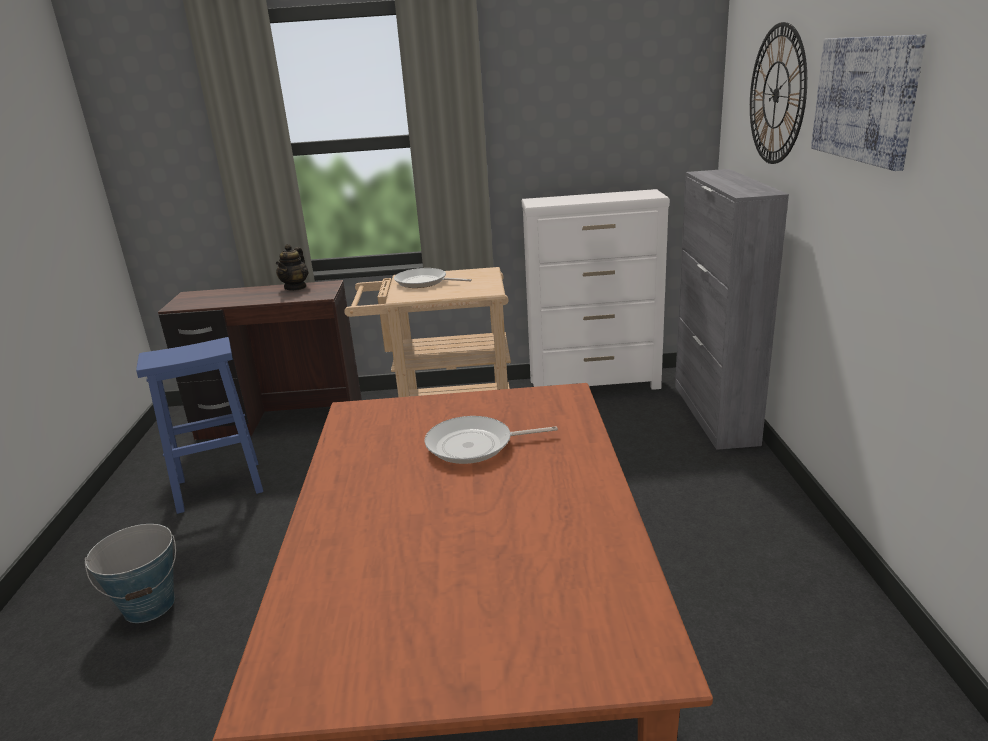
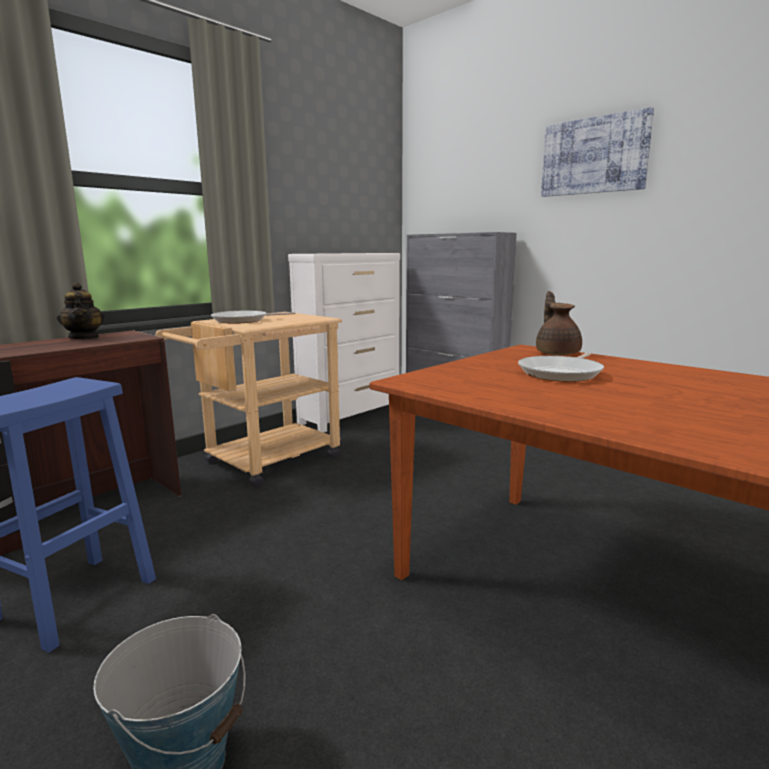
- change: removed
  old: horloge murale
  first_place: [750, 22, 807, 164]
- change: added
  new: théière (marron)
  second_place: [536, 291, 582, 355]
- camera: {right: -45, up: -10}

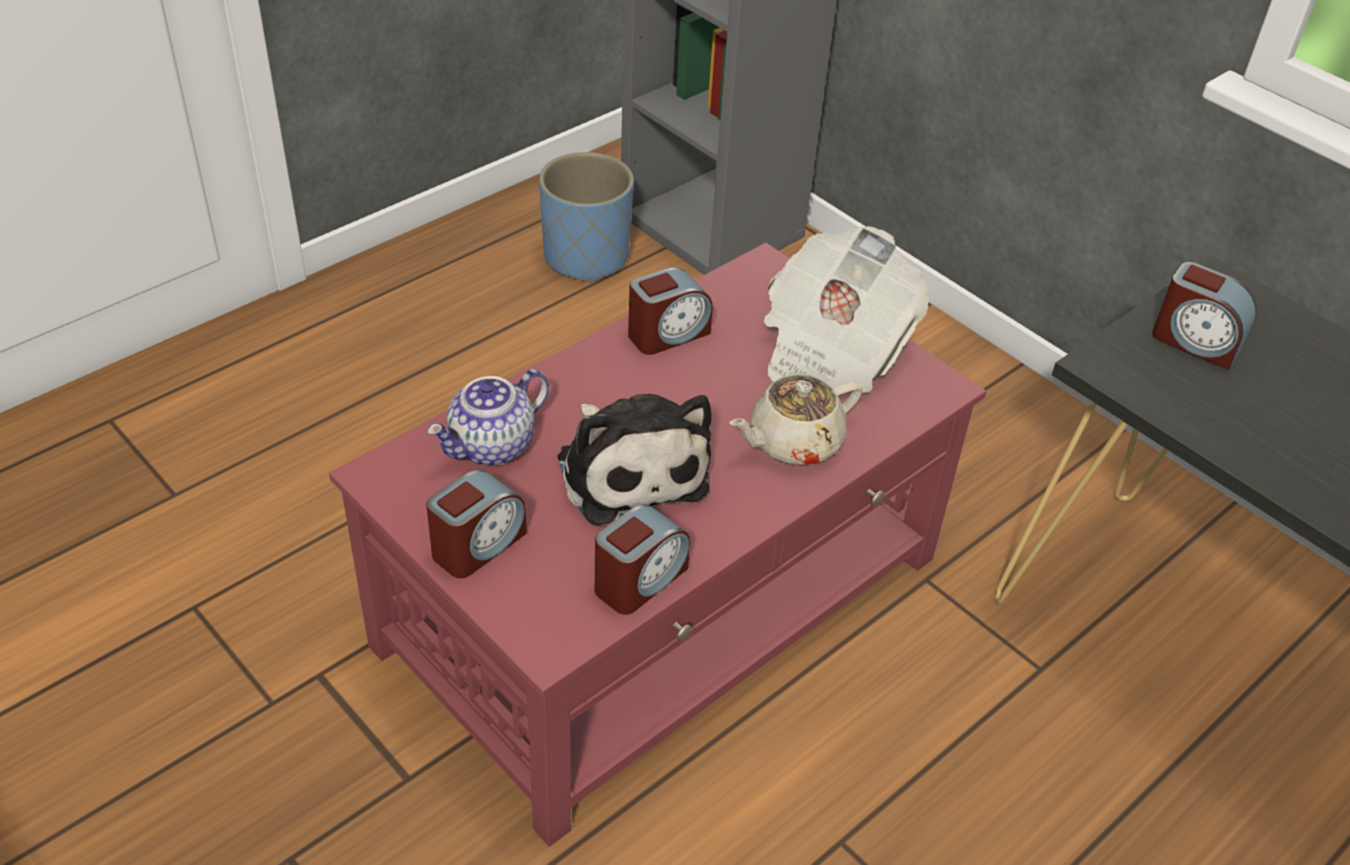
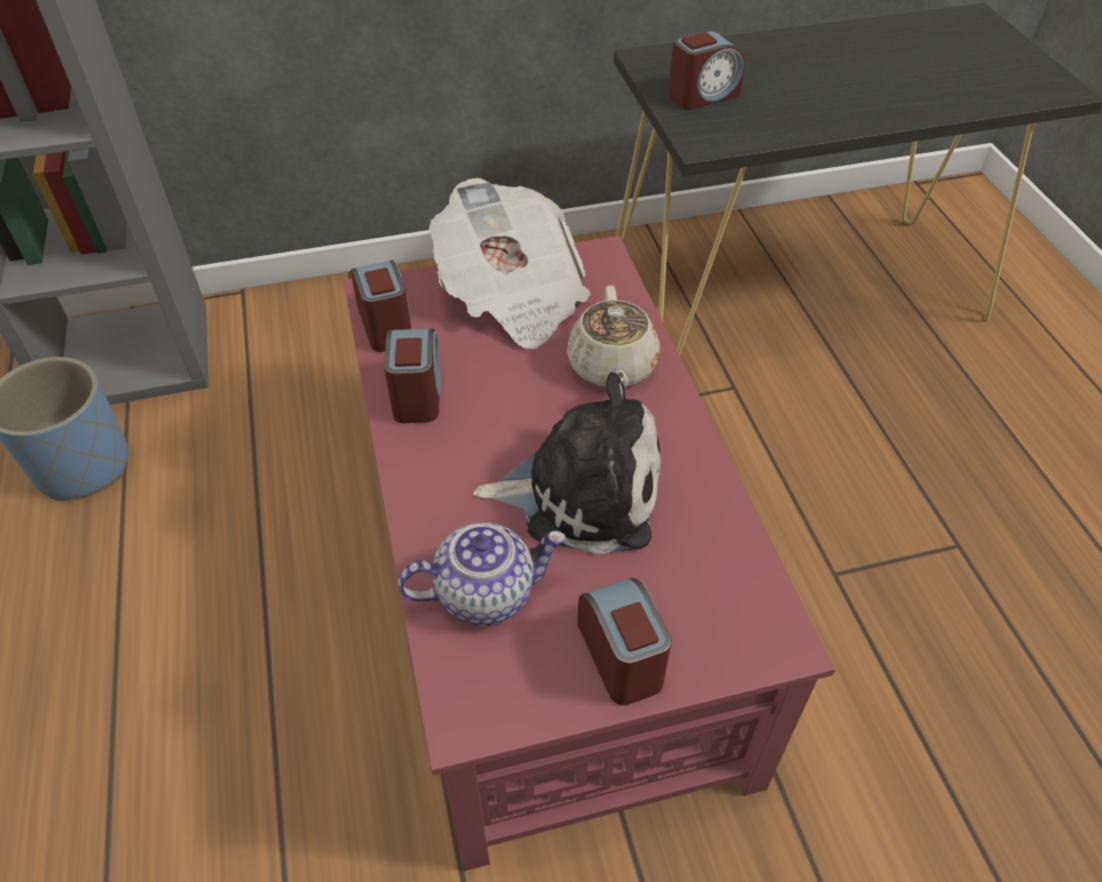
- change: turned
  old: théière
  first_place: [427, 369, 549, 465]
  second_place: [398, 523, 566, 626]
  degrees: -90
- change: moved
  old: réveil
  first_place: [595, 504, 690, 615]
  second_place: [351, 260, 411, 352]
- camera: {right: -60, up: 5}

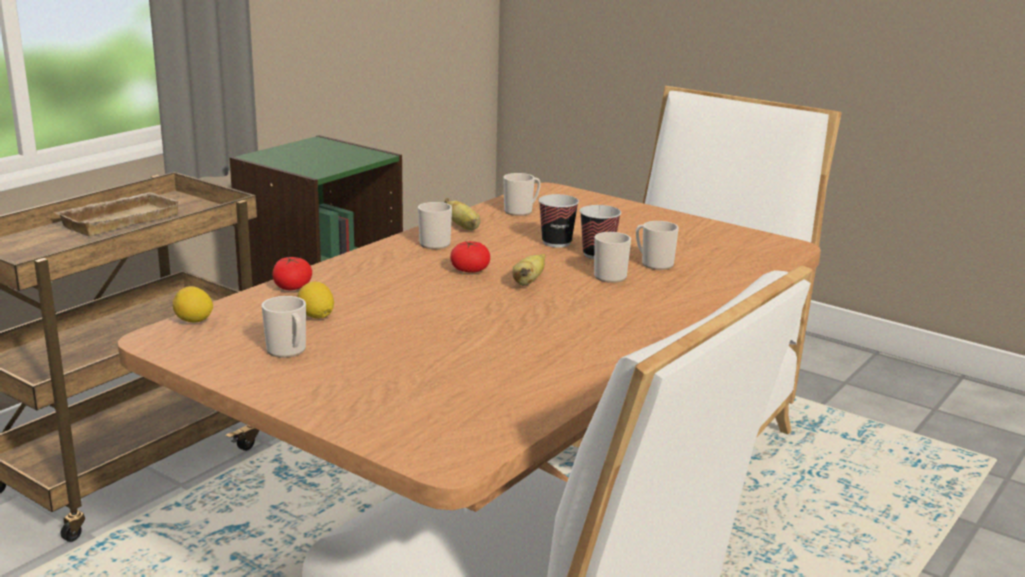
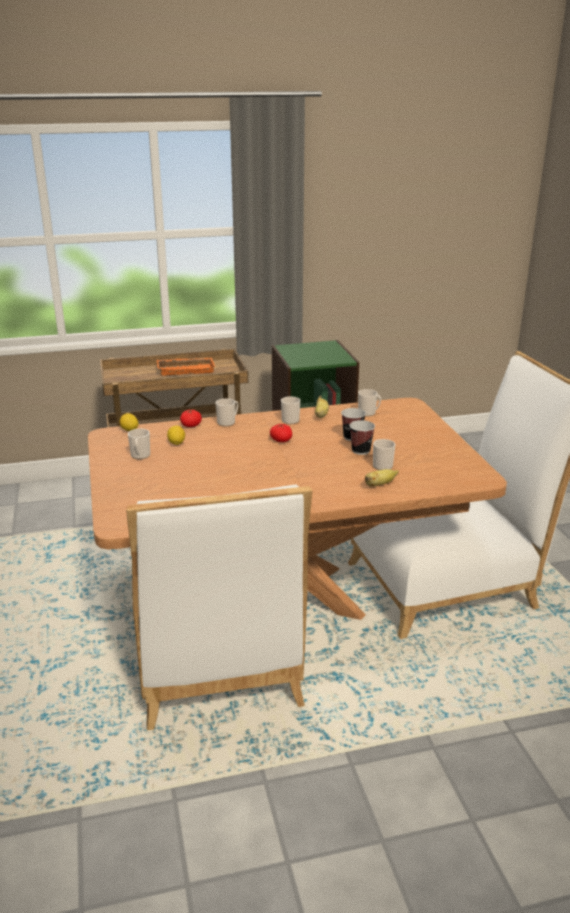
- change: recoloured
  old: plateau (beige)
  new: plateau (orange)
  first_place: [53, 192, 181, 236]
  second_place: [157, 358, 215, 376]
- change: moved
  old: banane
  first_place: [512, 254, 546, 286]
  second_place: [365, 469, 399, 486]
- change: moved
  old: mug
  first_place: [594, 232, 631, 283]
  second_place: [216, 398, 238, 427]
- camera: {right: 40, up: 5}

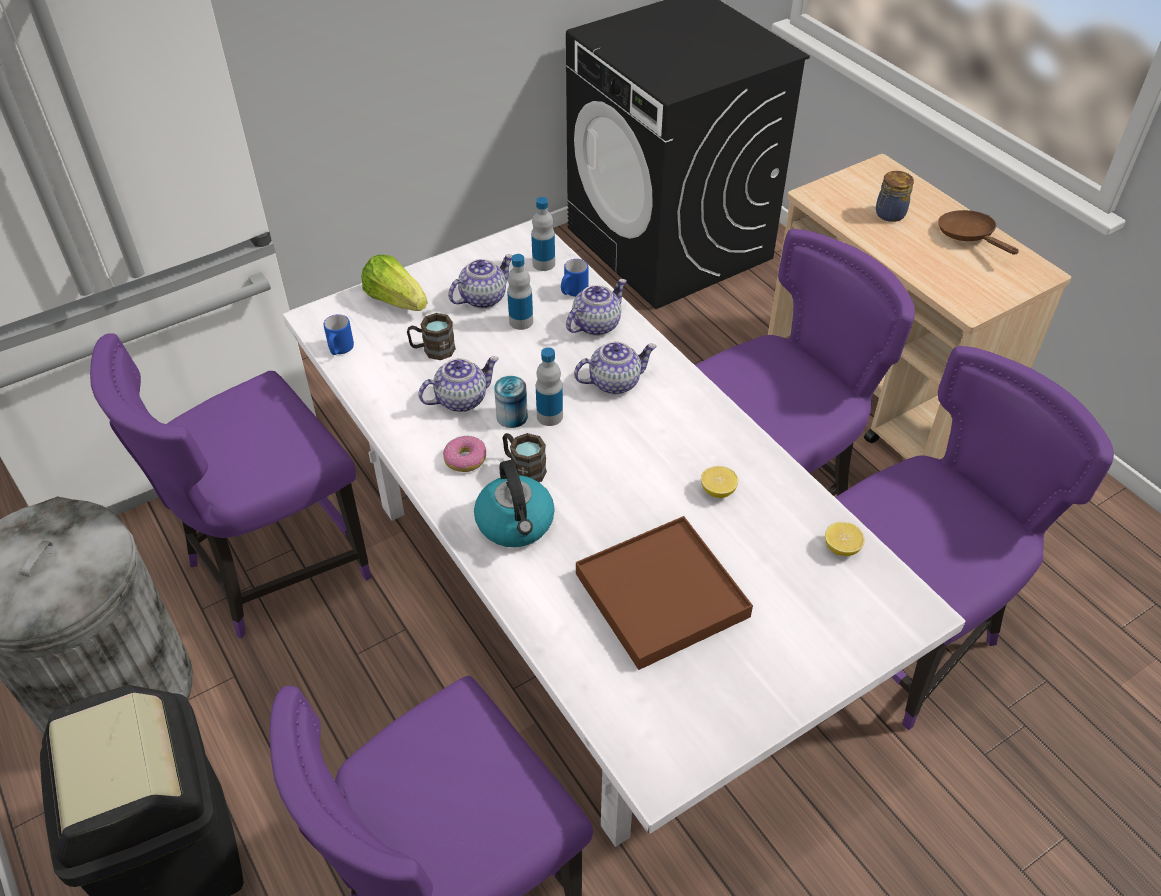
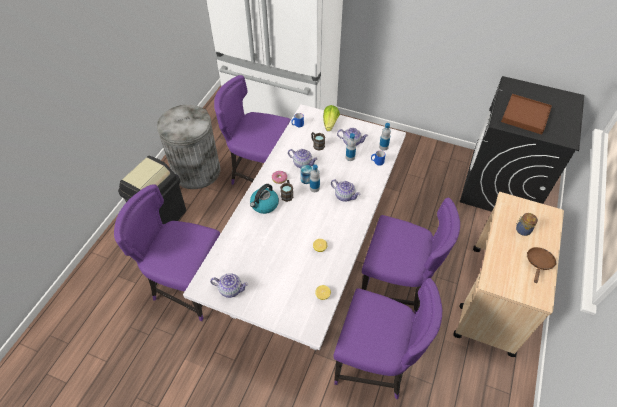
- change: moved
  old: théière
  first_place: [566, 279, 627, 336]
  second_place: [210, 273, 248, 298]
- change: moved
  old: plateau (marron)
  first_place: [576, 516, 753, 670]
  second_place: [501, 94, 552, 135]
- camera: {right: 55, up: 5}

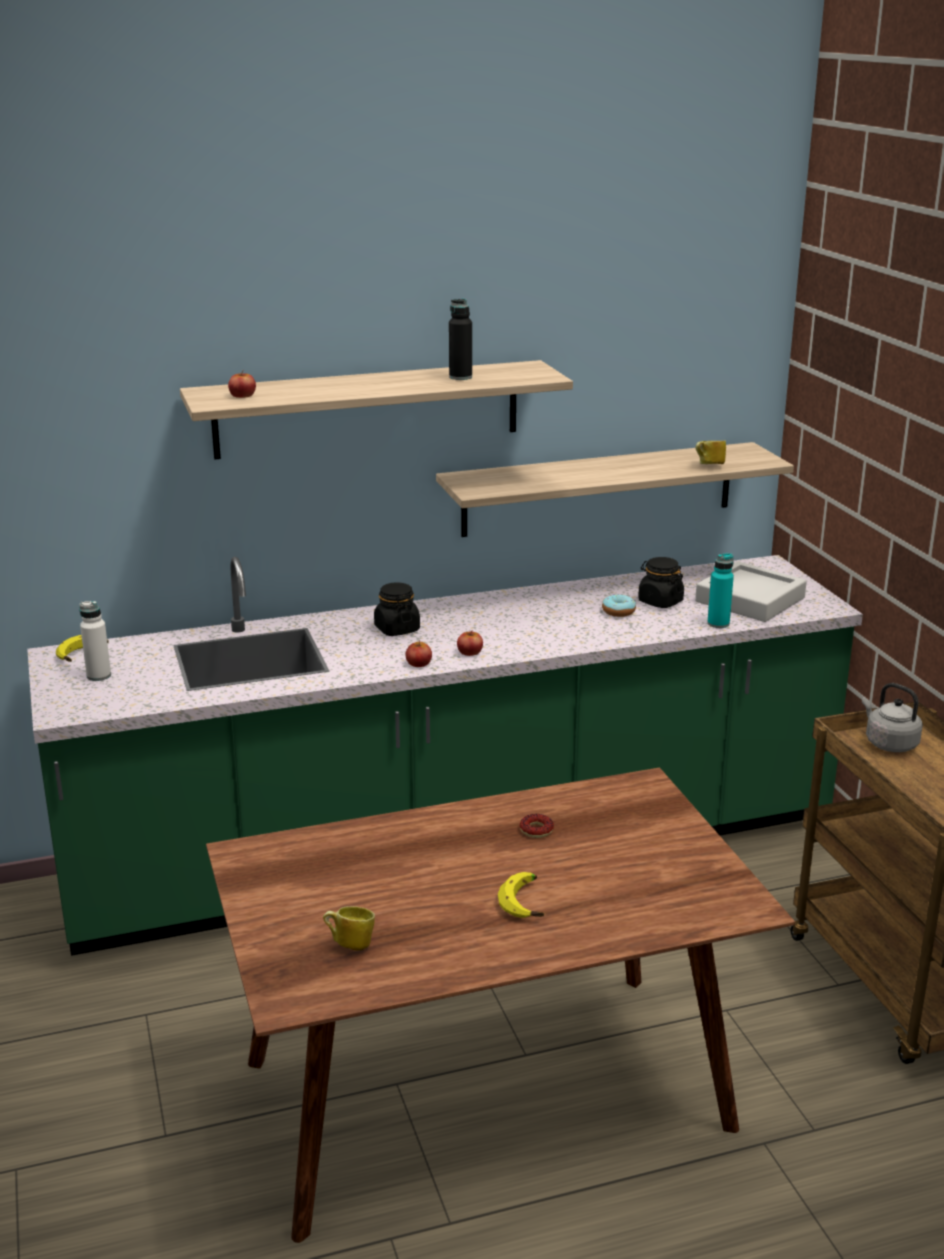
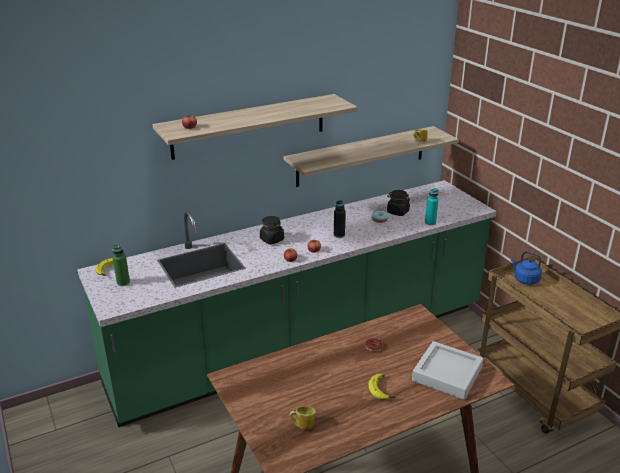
- change: recoloured
  old: bouteille (blanc)
  new: bouteille (vert)
  first_place: [79, 601, 111, 681]
  second_place: [112, 245, 130, 286]
- change: moved
  old: bouteille (noir)
  first_place: [449, 299, 472, 380]
  second_place: [334, 200, 346, 238]
- change: moved
  old: plateau (gris)
  first_place: [695, 561, 807, 622]
  second_place: [412, 341, 484, 400]
- change: recoloured
  old: bouilloire (gris)
  new: bouilloire (bleu)
  first_place: [862, 683, 923, 752]
  second_place: [511, 251, 542, 285]
- camera: {right: -10, up: 5}

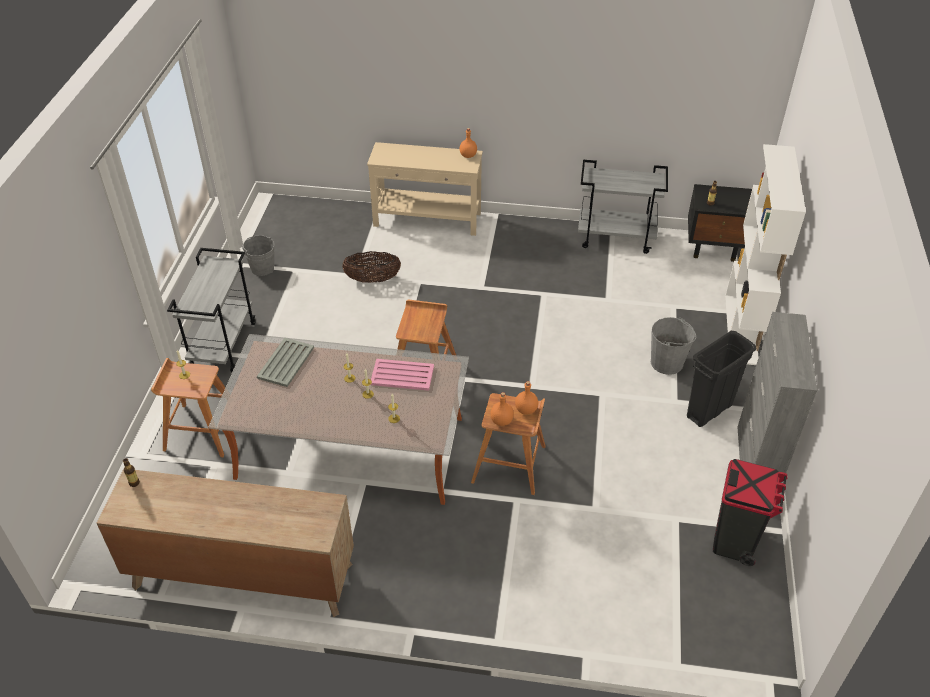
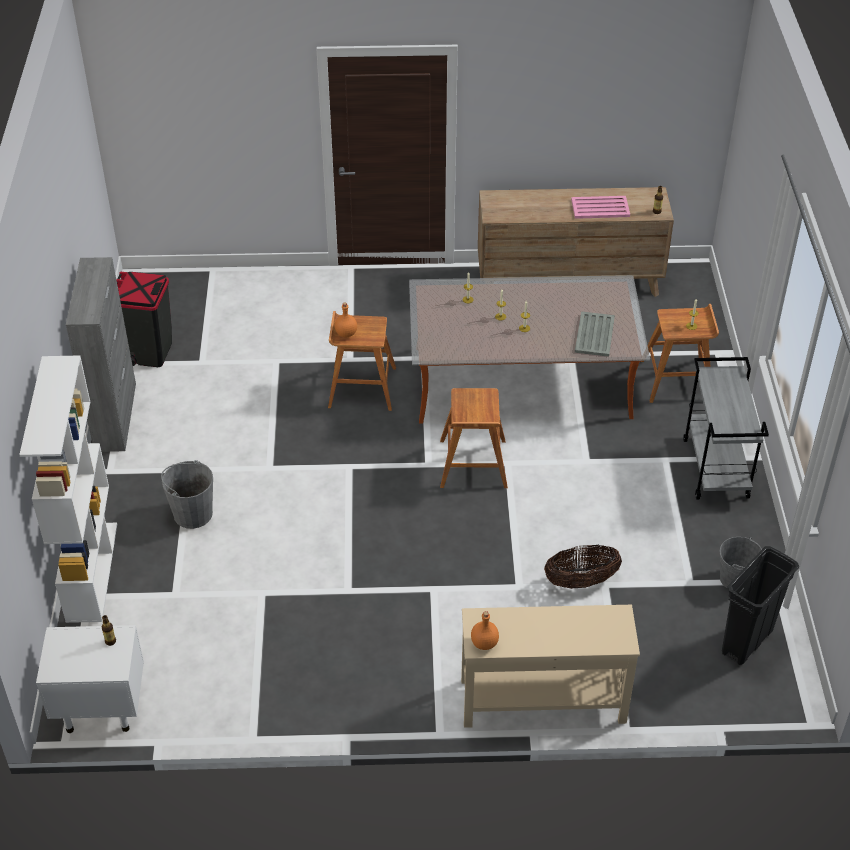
- change: moved
  old: plateau (rose)
  first_place: [371, 359, 434, 391]
  second_place: [571, 196, 630, 219]
- change: removed
  old: bouteille (orange)
  first_place: [490, 392, 514, 426]
- change: removed
  old: chariot (gris)
  first_place: [578, 160, 668, 254]
- change: moved
  old: poubelle (noir)
  first_place: [687, 331, 757, 427]
  second_place: [722, 546, 799, 665]
- change: recoloured
  old: table de chevet (noir)
  new: table de chevet (blanc)
  first_place: [688, 184, 752, 262]
  second_place: [36, 625, 144, 733]
- camera: {right: 170, up: 0}

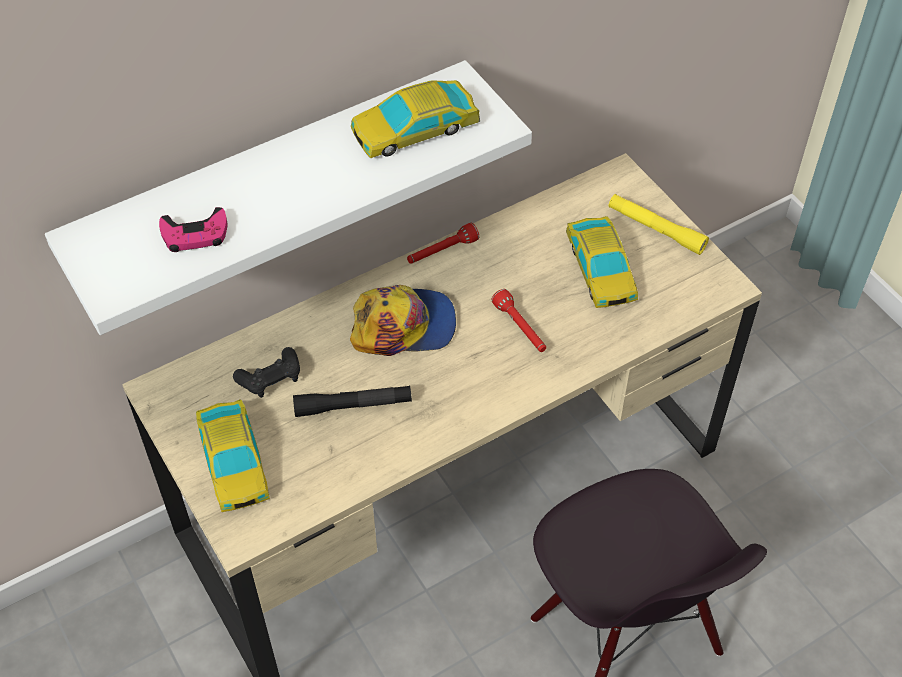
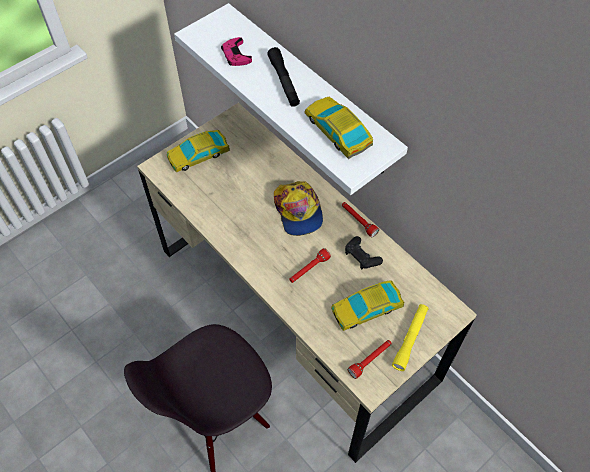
- change: moved
  old: manette (noir)
  first_place: [233, 347, 300, 398]
  second_place: [345, 236, 383, 269]
- change: moved
  old: lampe de poche (noir)
  first_place: [293, 386, 412, 417]
  second_place: [267, 47, 300, 107]
- change: added
  new: lampe de poche (rouge)
  second_place: [348, 340, 392, 379]
- camera: {right: 80, up: 5}

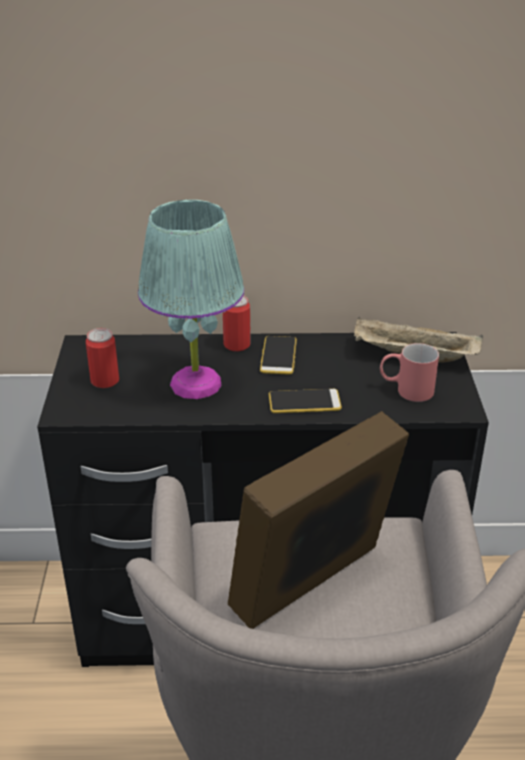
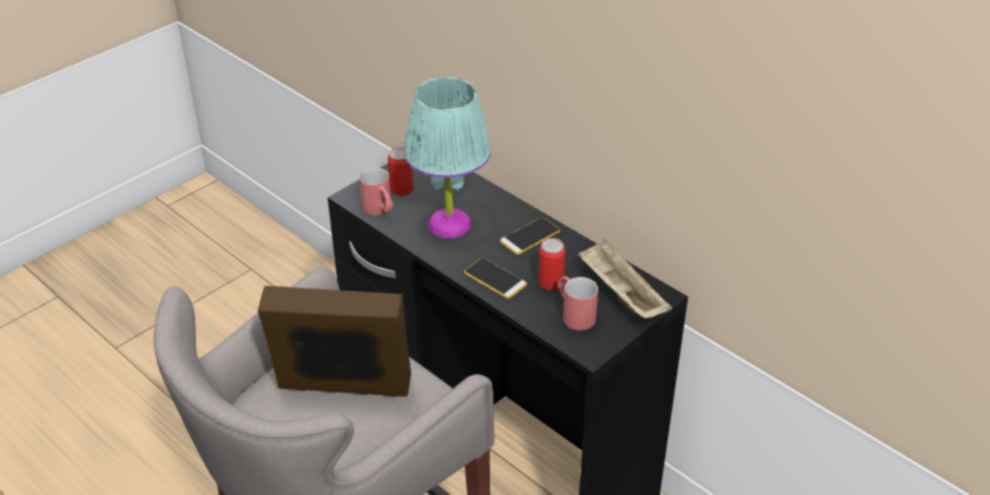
- change: moved
  old: boîte métallique
  first_place: [223, 296, 251, 351]
  second_place: [538, 238, 565, 291]
- change: added
  new: mug (rouge)
  second_place: [359, 167, 393, 215]
- camera: {right: 45, up: 5}

